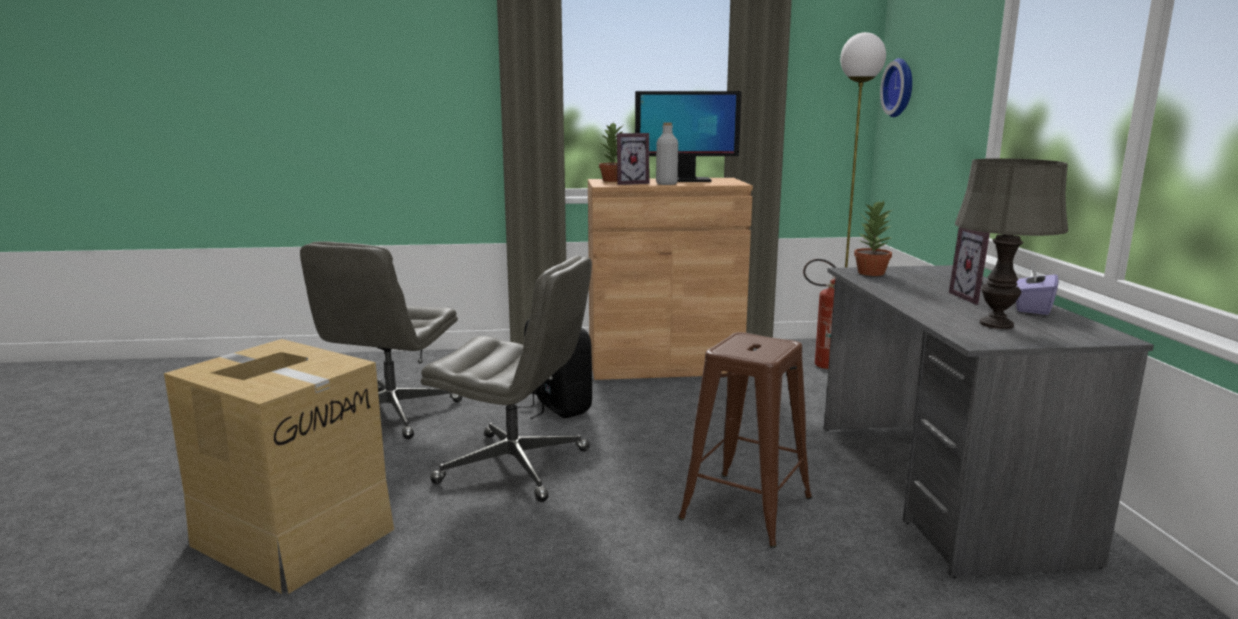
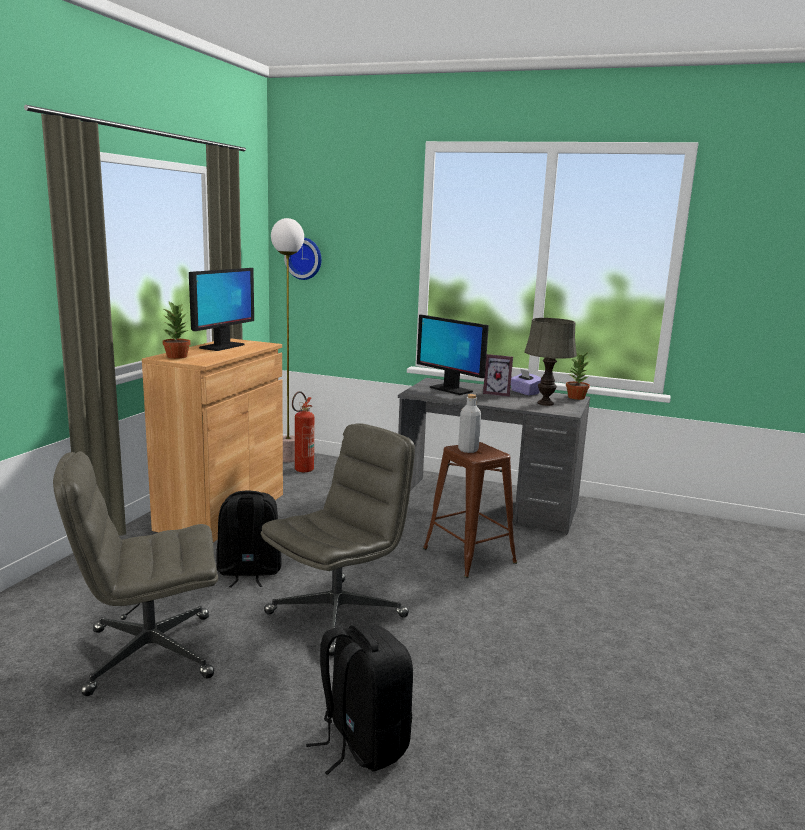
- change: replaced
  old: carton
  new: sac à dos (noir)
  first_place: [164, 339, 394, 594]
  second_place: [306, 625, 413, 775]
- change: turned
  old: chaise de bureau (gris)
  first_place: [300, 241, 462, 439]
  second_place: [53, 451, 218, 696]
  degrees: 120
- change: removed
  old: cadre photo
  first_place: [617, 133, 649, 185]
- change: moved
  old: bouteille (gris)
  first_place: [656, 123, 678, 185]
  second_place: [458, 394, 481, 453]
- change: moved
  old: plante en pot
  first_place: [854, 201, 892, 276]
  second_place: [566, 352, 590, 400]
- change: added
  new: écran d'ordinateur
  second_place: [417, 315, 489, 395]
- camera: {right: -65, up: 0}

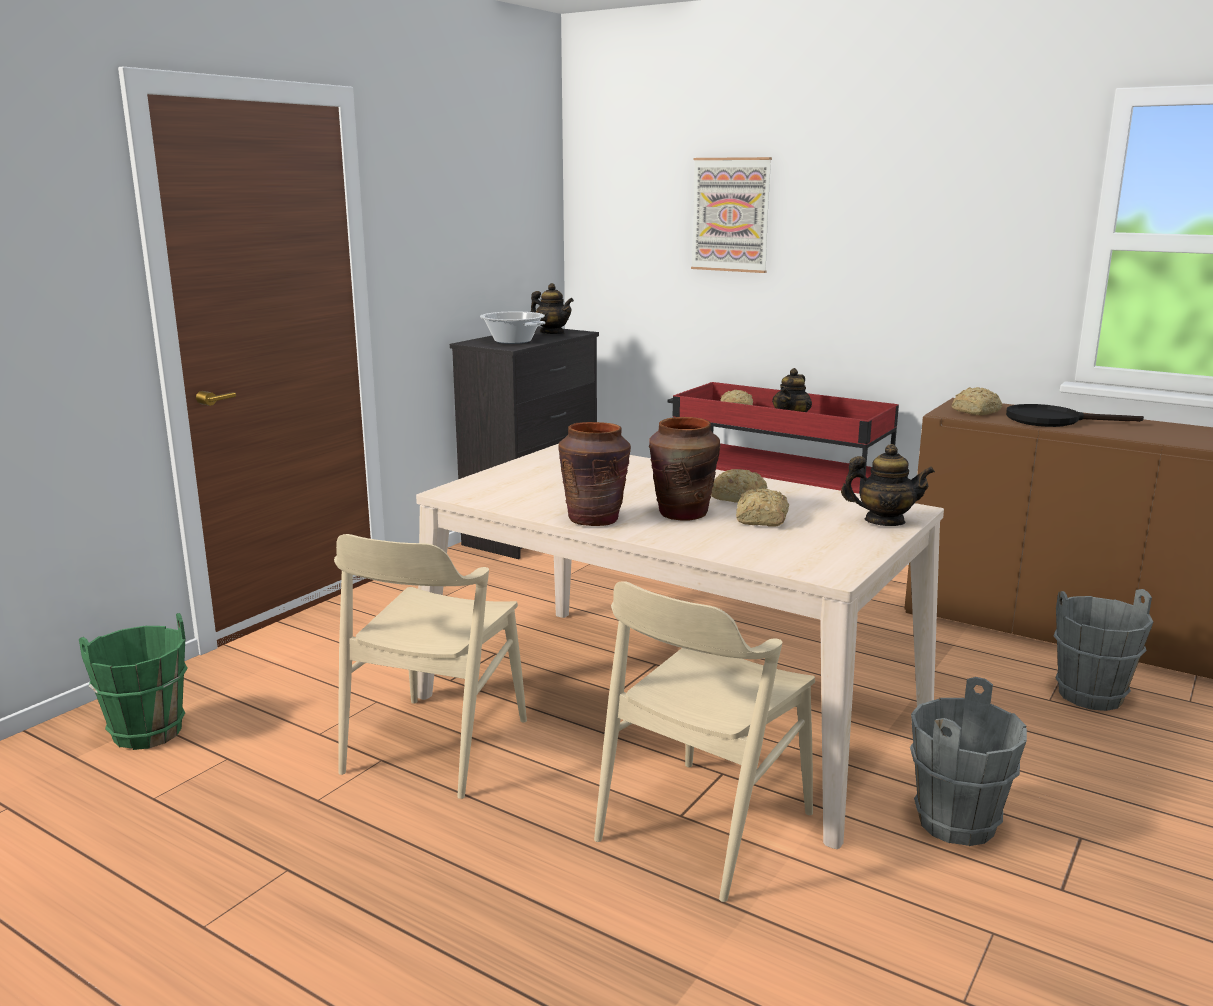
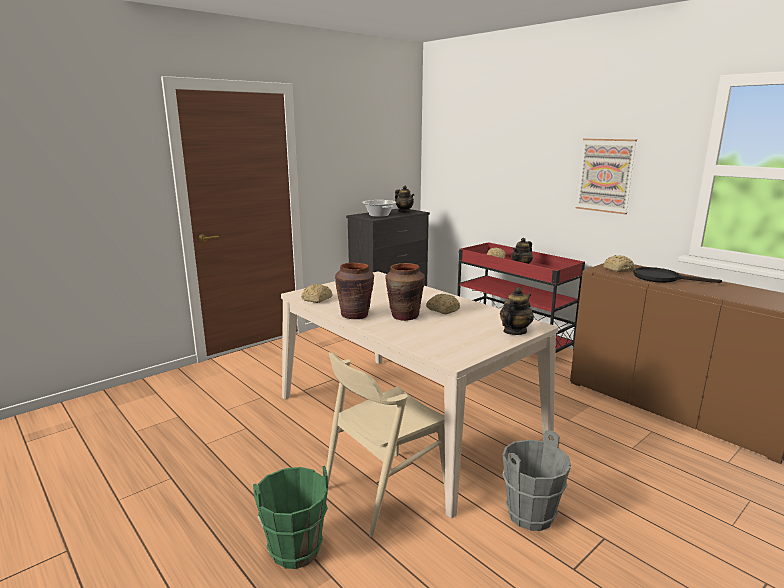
- change: moved
  old: seau (vert)
  first_place: [79, 613, 188, 750]
  second_place: [253, 466, 328, 569]
- change: removed
  old: chaise (beige)
  first_place: [334, 534, 527, 799]
- change: moved
  old: tableau
  first_place: [691, 157, 772, 273]
  second_place: [576, 139, 637, 214]
- change: moved
  old: pain
  first_place: [736, 488, 789, 527]
  second_place: [301, 284, 333, 303]
- change: turned
  old: théière
  first_place: [841, 444, 935, 526]
  second_place: [500, 287, 534, 335]
  degrees: -75
- change: removed
  old: seau (gris)
  first_place: [1053, 589, 1154, 711]
- camera: {right: 15, up: 0}

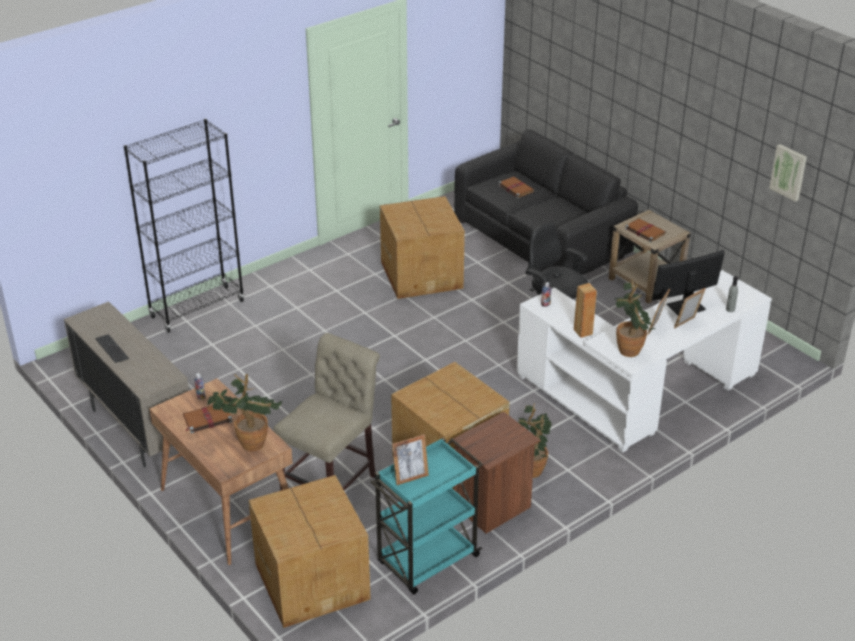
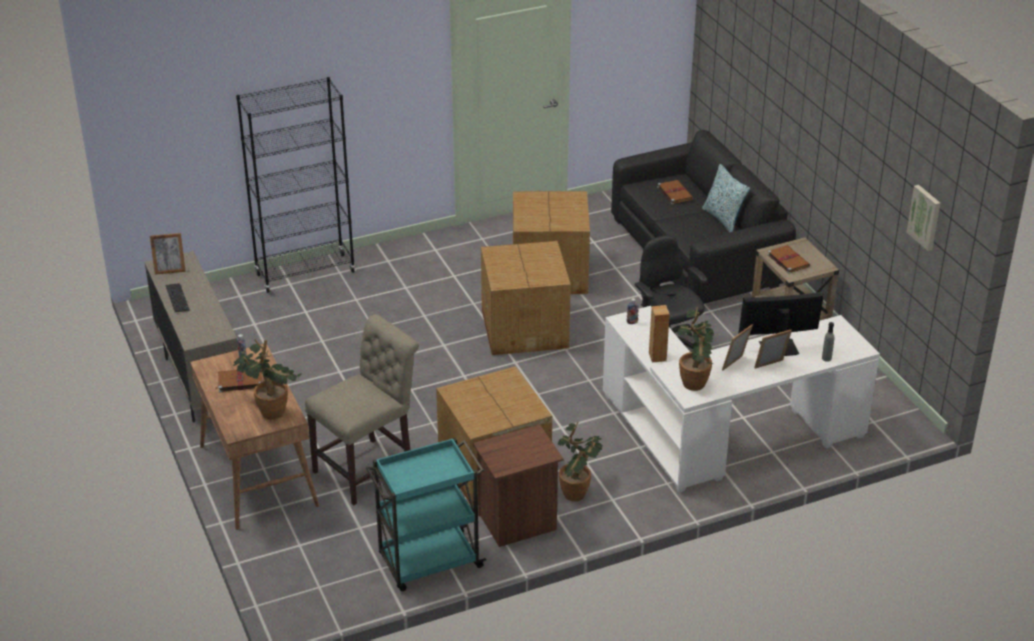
- change: moved
  old: carton
  first_place: [249, 475, 371, 628]
  second_place: [481, 241, 571, 355]
- change: moved
  old: cadre photo
  first_place: [392, 434, 429, 485]
  second_place: [150, 233, 186, 275]
- change: added
  new: coussin
  second_place: [702, 164, 750, 232]
- camera: {right: 15, up: 0}

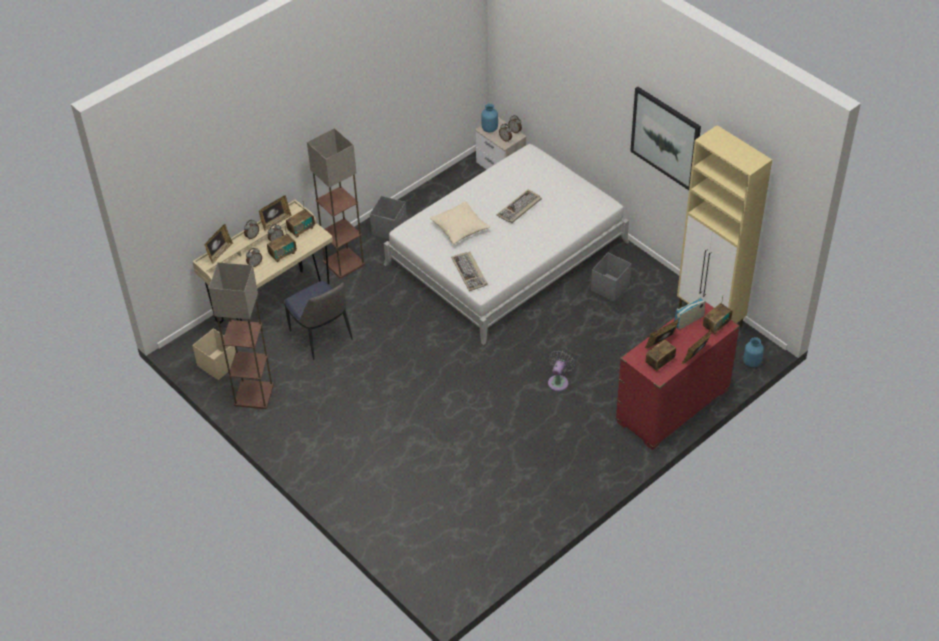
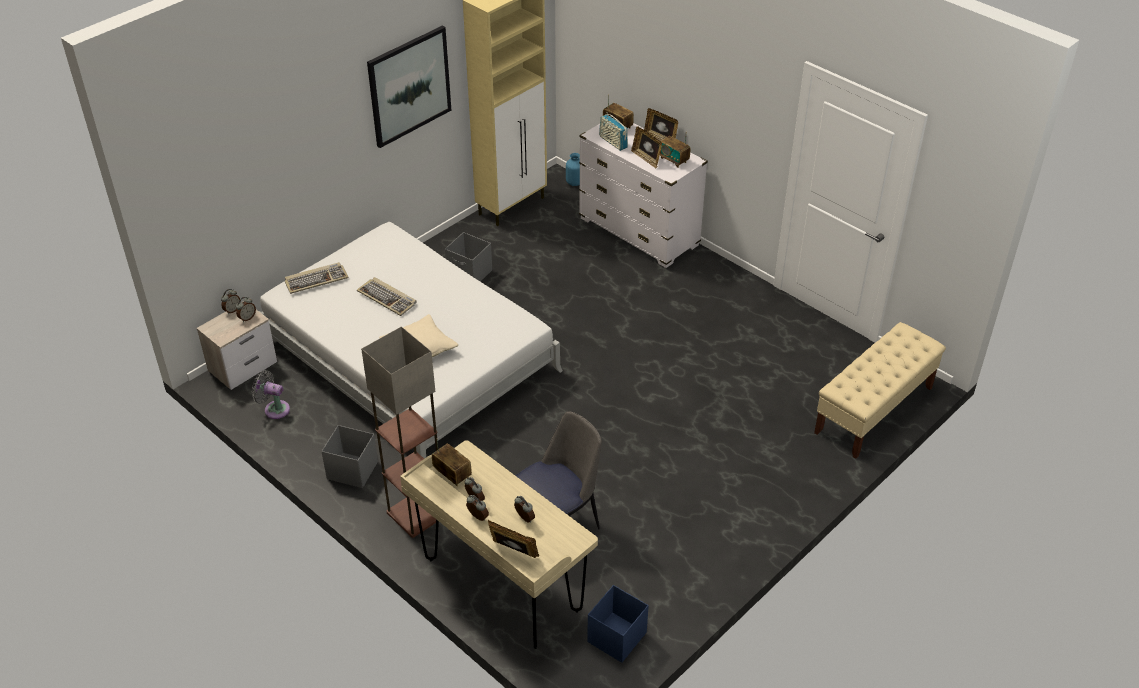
- change: recoloured
  old: boîte de rangement (beige)
  new: boîte de rangement (bleu)
  first_place: [192, 328, 236, 380]
  second_place: [587, 585, 649, 663]
- change: removed
  old: lampadaire
  first_place: [209, 262, 274, 409]
- change: removed
  old: cadre photo
  first_place: [259, 195, 292, 231]
- change: removed
  old: radio
  first_place: [267, 227, 297, 262]
- change: moved
  old: clavier
  first_place: [451, 252, 487, 291]
  second_place: [285, 262, 348, 294]
- change: removed
  old: vase (bleu)
  first_place: [481, 104, 498, 133]
- change: moved
  old: ventilateur (gris)
  first_place: [548, 350, 575, 391]
  second_place: [252, 370, 290, 419]
- change: recoloured
  old: commode (rouge)
  new: commode (blanc)
  first_place: [615, 301, 740, 450]
  second_place: [579, 123, 708, 268]
- change: added
  new: banc (beige)
  second_place: [814, 322, 946, 459]
- camera: {right: -95, up: -5}

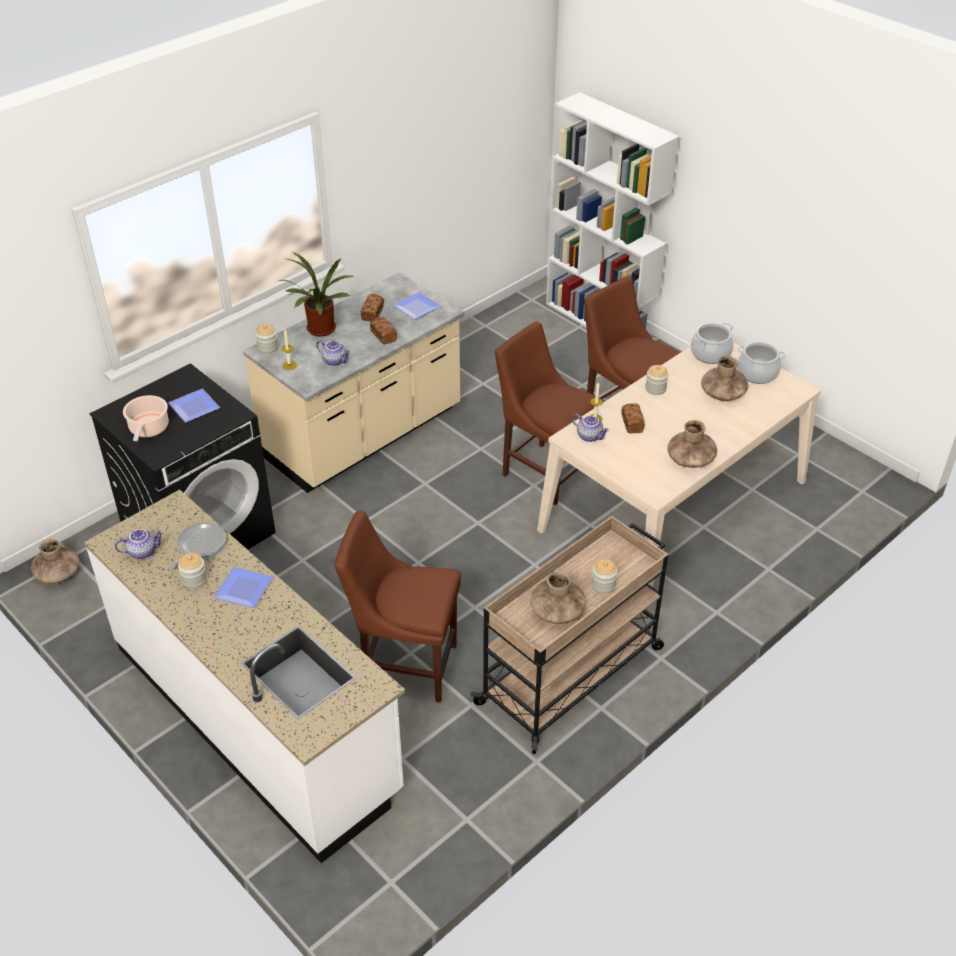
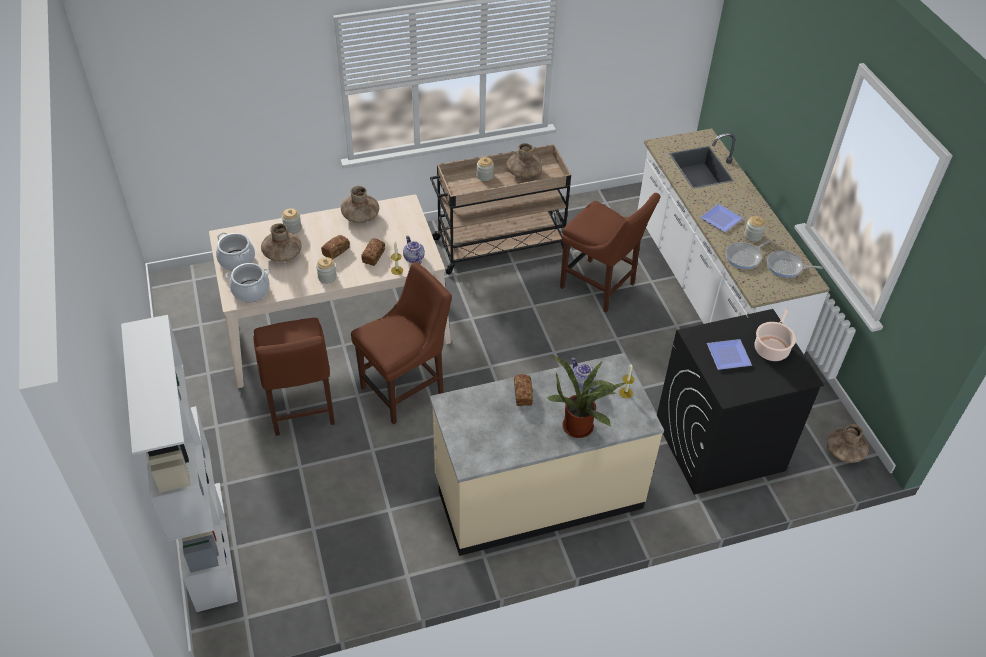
- change: replaced
  old: théière
  new: poêle
  first_place: [115, 529, 164, 559]
  second_place: [767, 250, 823, 278]
- change: moved
  old: bocal
  first_place: [255, 324, 278, 354]
  second_place: [282, 208, 302, 234]
- change: moved
  old: pain
  first_place: [361, 294, 384, 321]
  second_place: [321, 235, 350, 259]
- change: removed
  old: assiette
  first_place: [393, 292, 441, 320]
- change: turned
  old: chaise (marron)
  first_place: [495, 322, 604, 505]
  second_place: [351, 262, 452, 425]
  degrees: -105
- camera: {right: -155, up: 5}

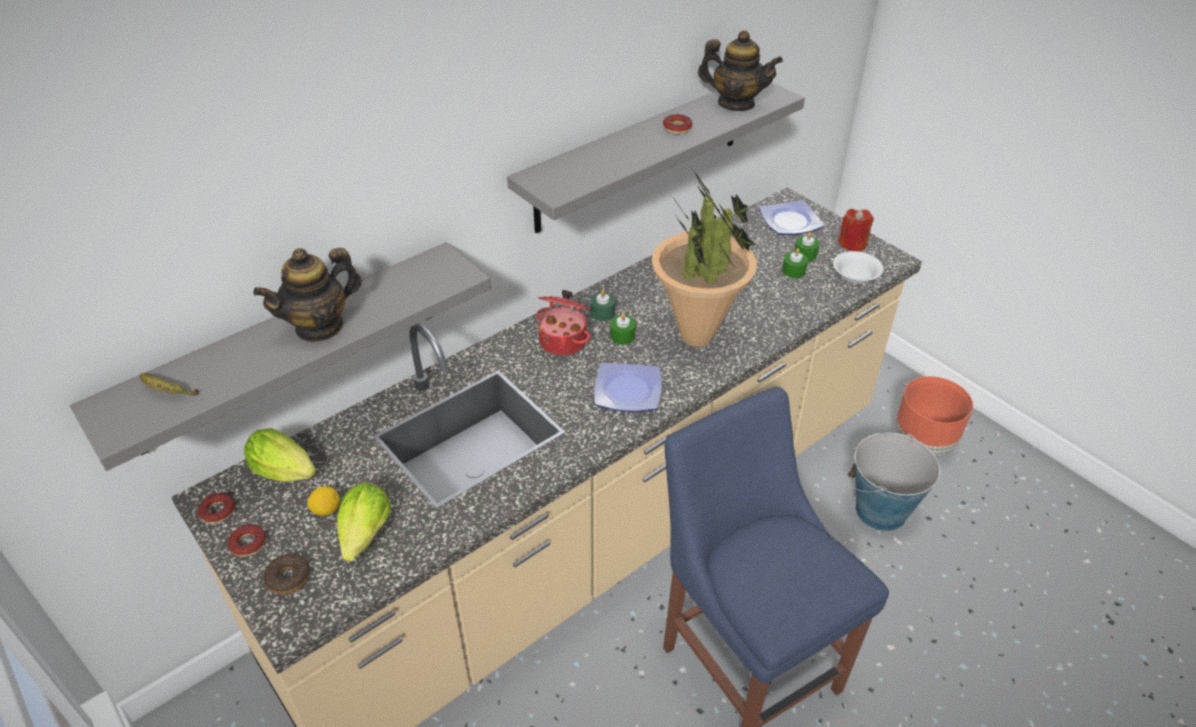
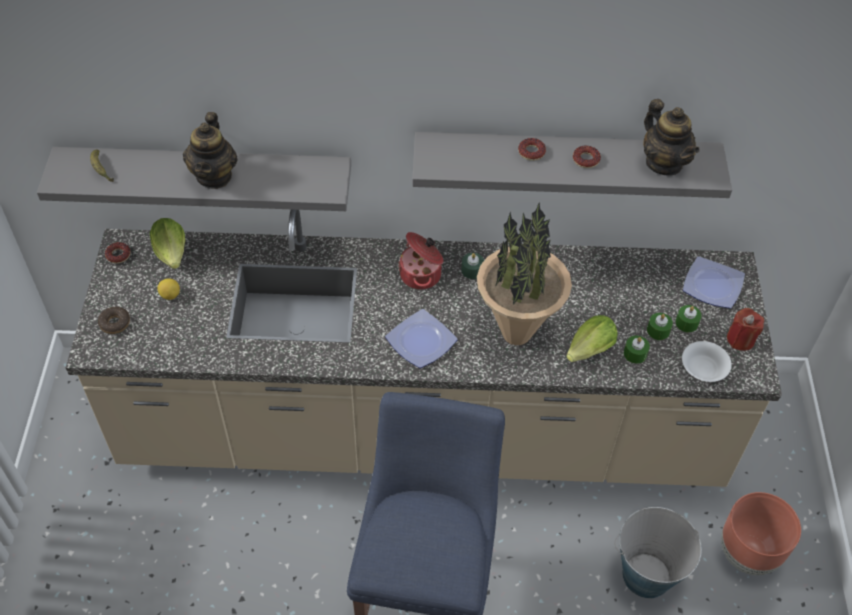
- change: moved
  old: beignet
  first_place: [228, 524, 266, 557]
  second_place: [518, 138, 546, 161]
- change: turned
  old: théière
  first_place: [253, 248, 362, 343]
  second_place: [183, 112, 237, 189]
  degrees: -90
- change: moved
  old: laitue
  first_place: [337, 482, 391, 561]
  second_place: [566, 315, 617, 362]
- change: moved
  old: bougie (vert)
  first_place: [610, 312, 636, 345]
  second_place: [624, 336, 650, 364]
- camera: {right: 40, up: 10}

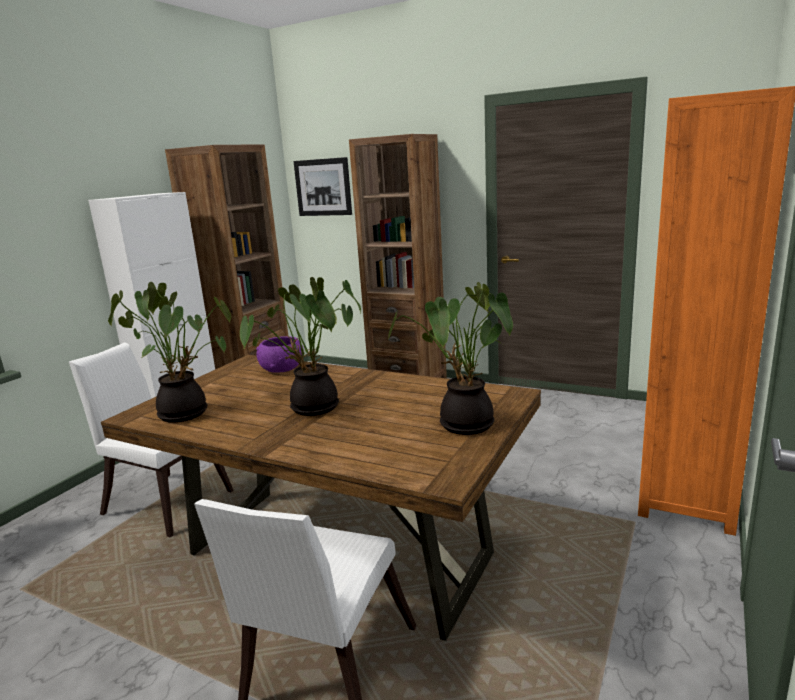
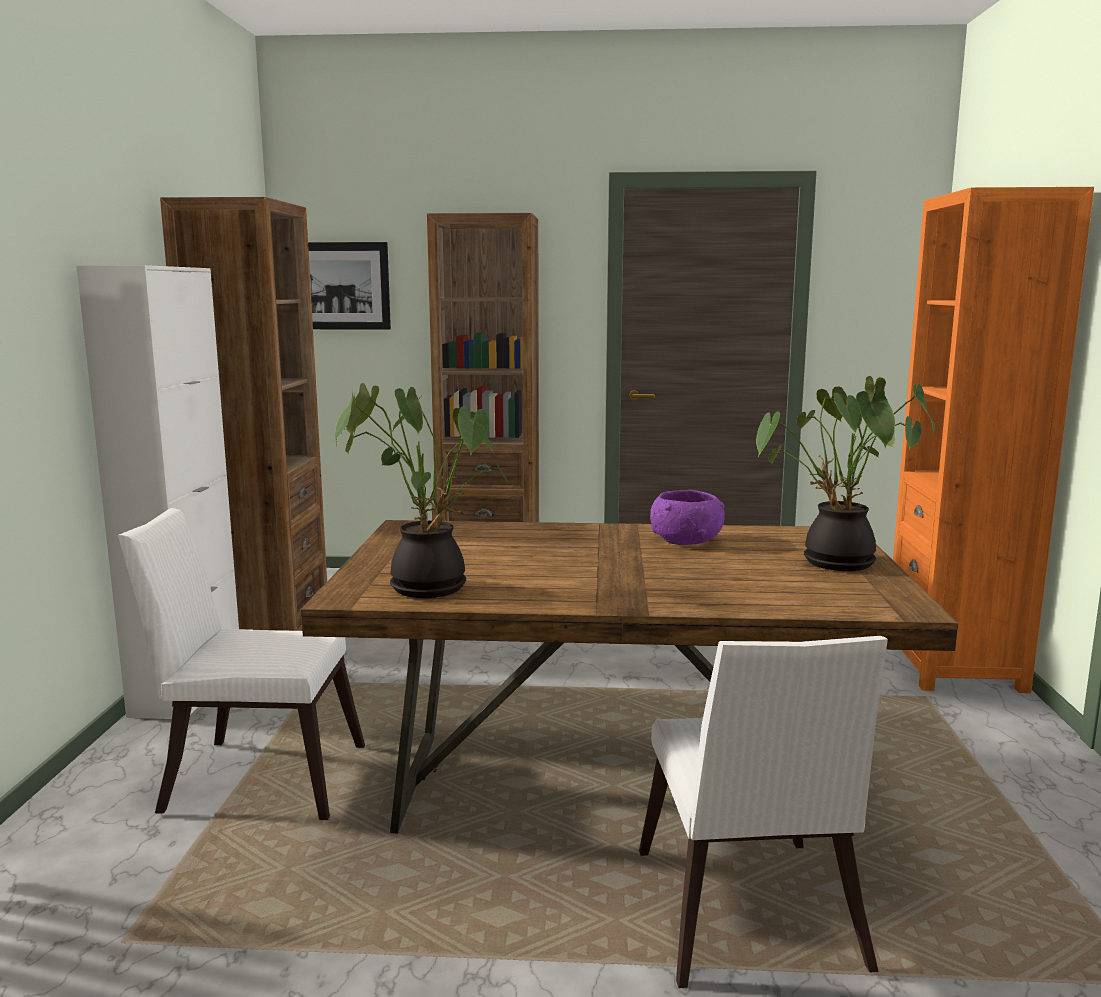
- change: removed
  old: plante en pot
  first_place: [240, 277, 361, 416]
- change: moved
  old: bol (violet)
  first_place: [256, 336, 304, 373]
  second_place: [650, 490, 725, 545]
- camera: {right: -25, up: -5}

